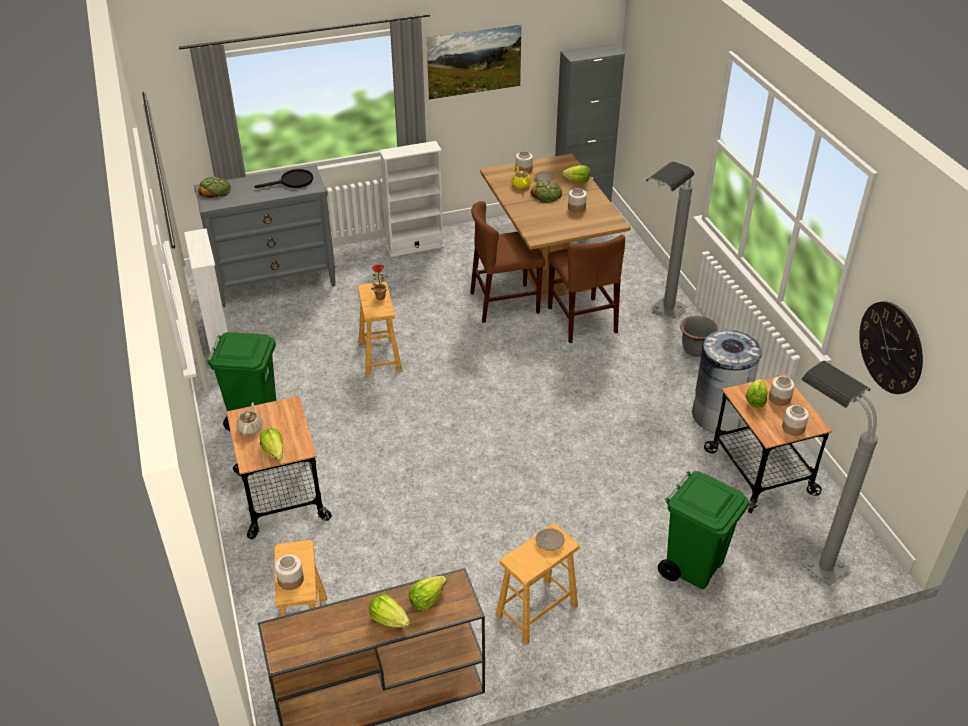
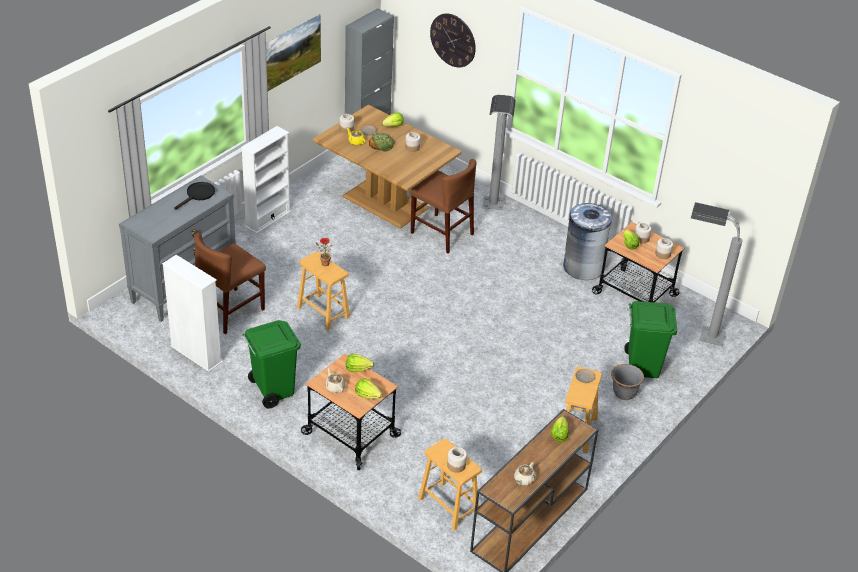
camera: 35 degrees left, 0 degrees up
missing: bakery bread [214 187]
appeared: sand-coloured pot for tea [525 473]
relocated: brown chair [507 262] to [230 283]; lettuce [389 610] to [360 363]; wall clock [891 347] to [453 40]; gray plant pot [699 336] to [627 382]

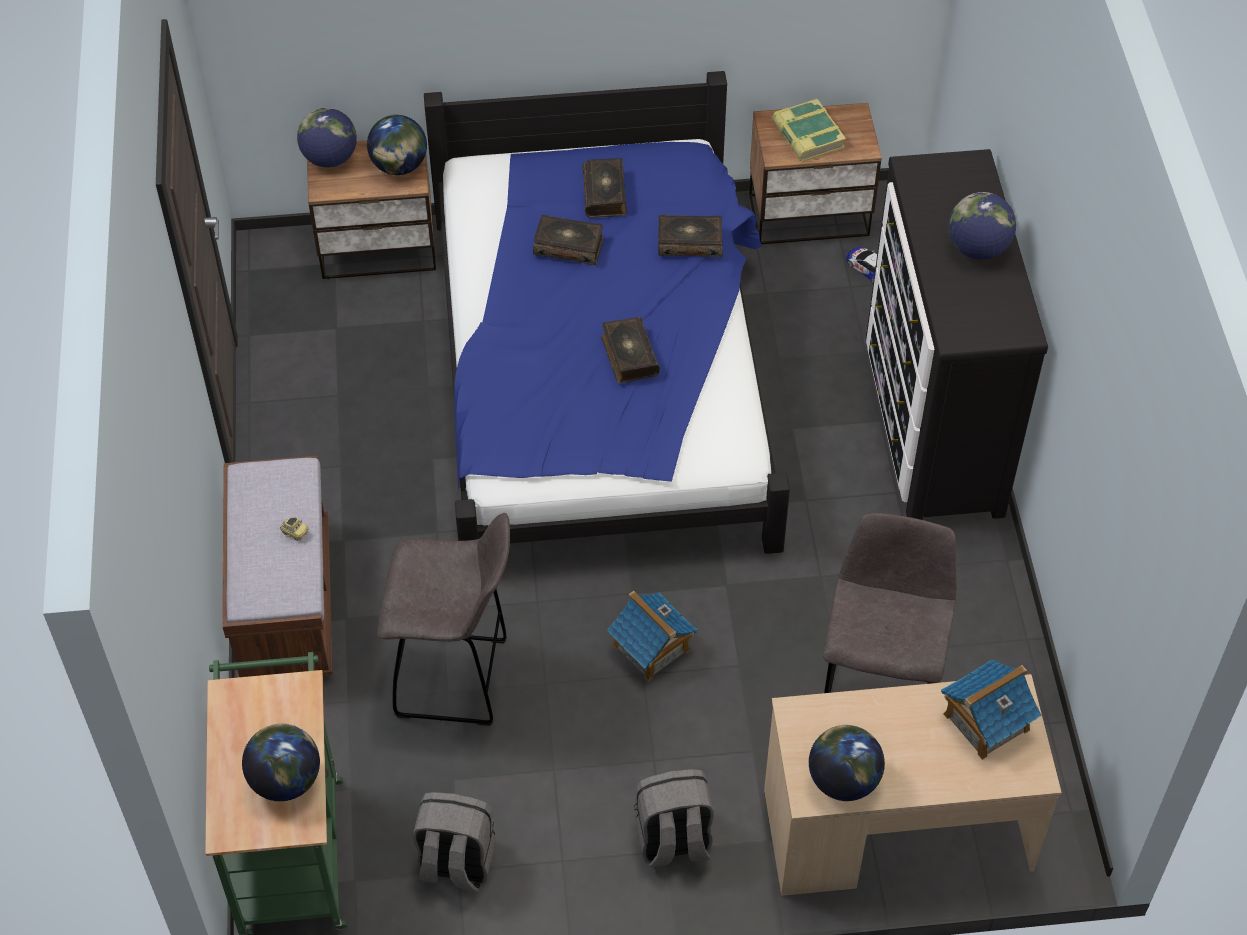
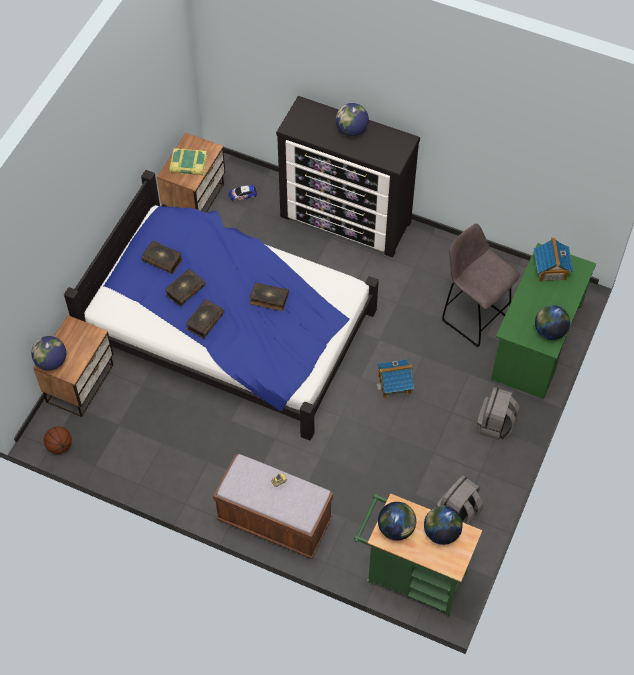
camera: 60 degrees left, 5 degrees up
missing: gray stool [443 619]
appeared: basketball [58 440]
relocated: book [690 236] to [205 318]; desk globe [397 145] to [397 521]
colour: sand-coloured desk [913 785] to greenish desk [543 321]

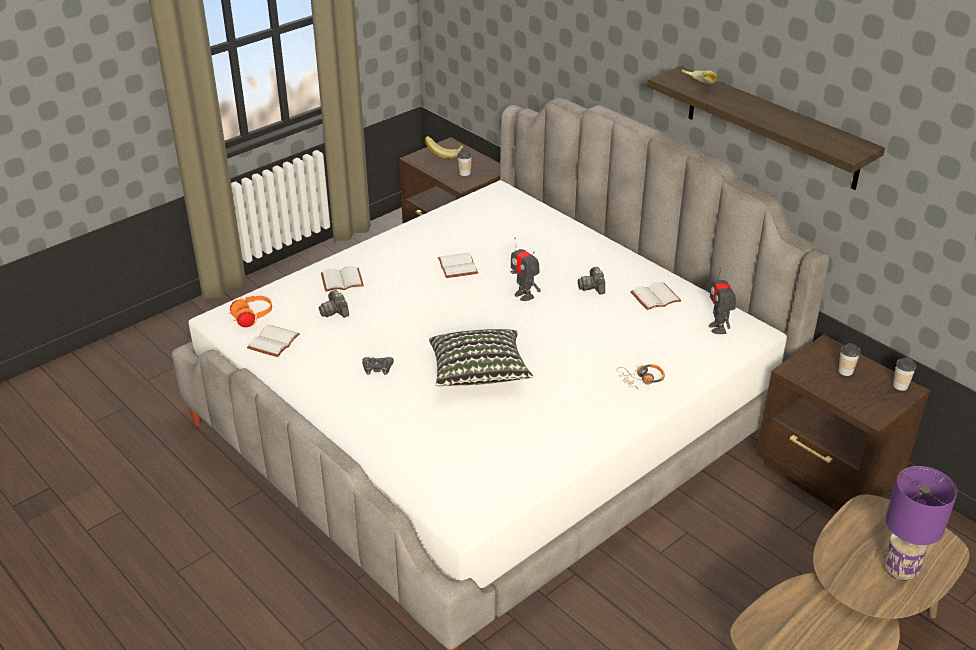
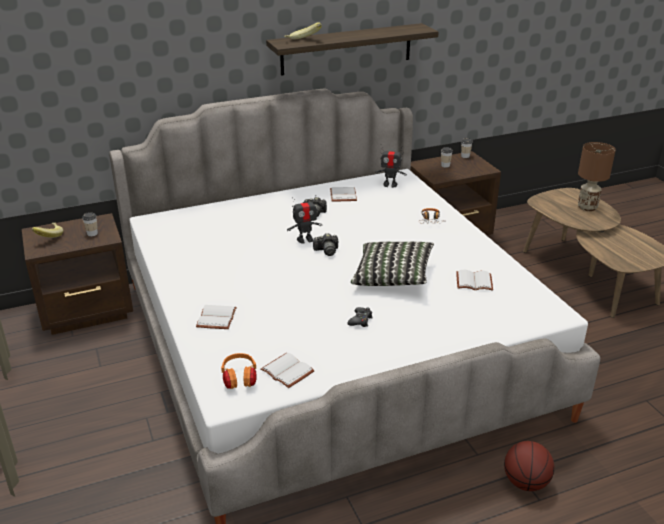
camera: 70 degrees left, 5 degrees down
appeared: basketball [529 466]
relocated: still camera [334 304] to [325 244]; white-coloured book [458 265] to [474 280]
colour: purple table lamp [920 523] to brown table lamp [597 176]

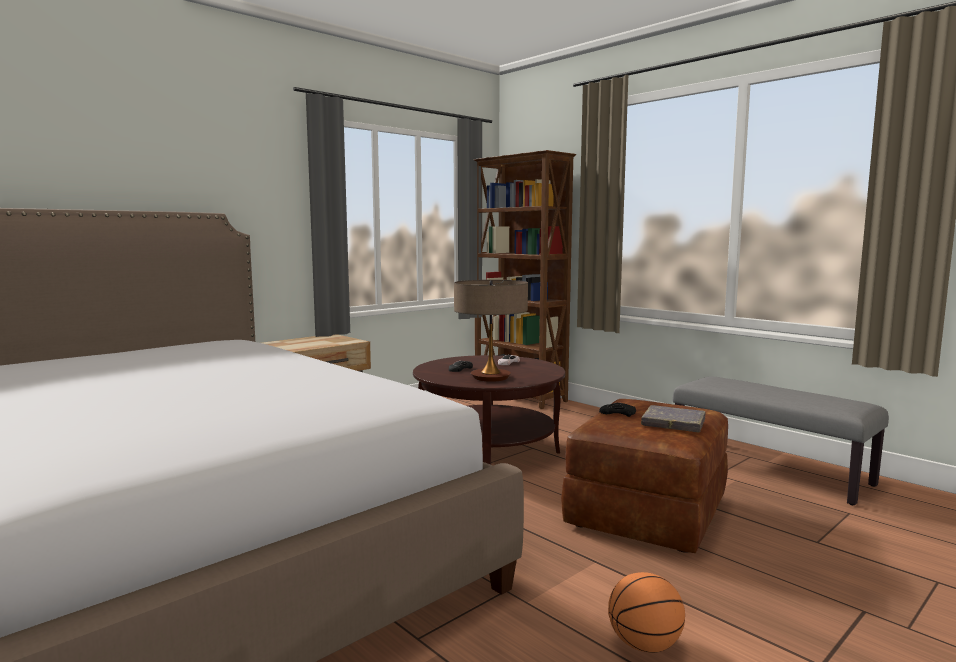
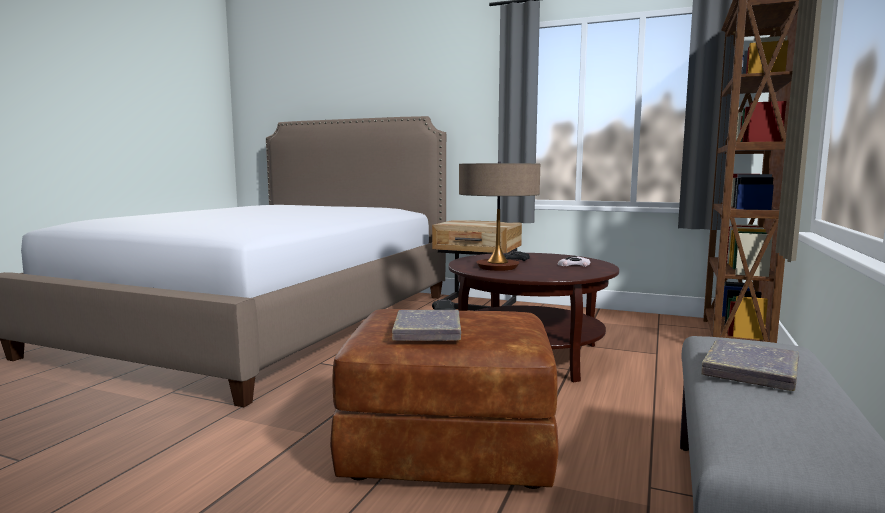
camera: 65 degrees right, 0 degrees up
missing: basketball [646 612]
appeared: gray book [750 365]

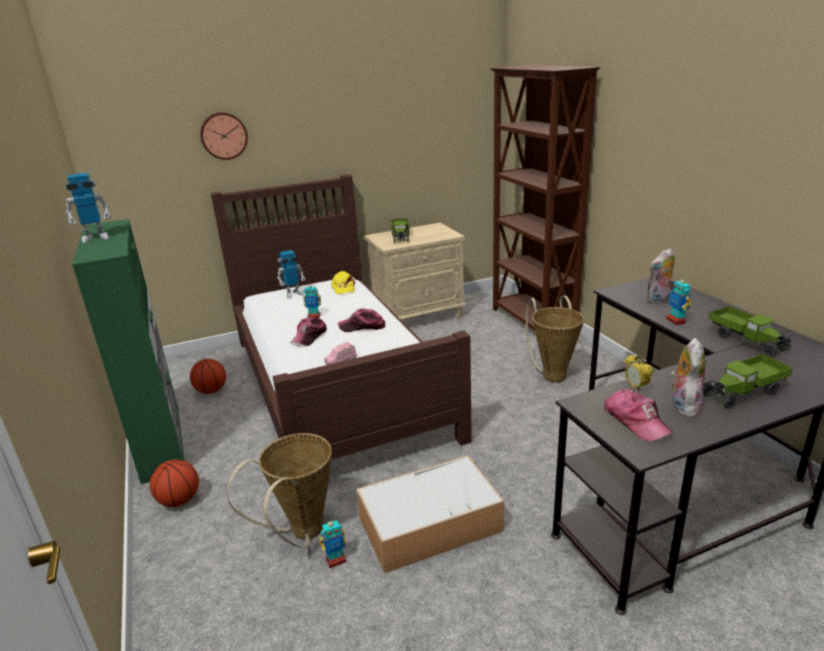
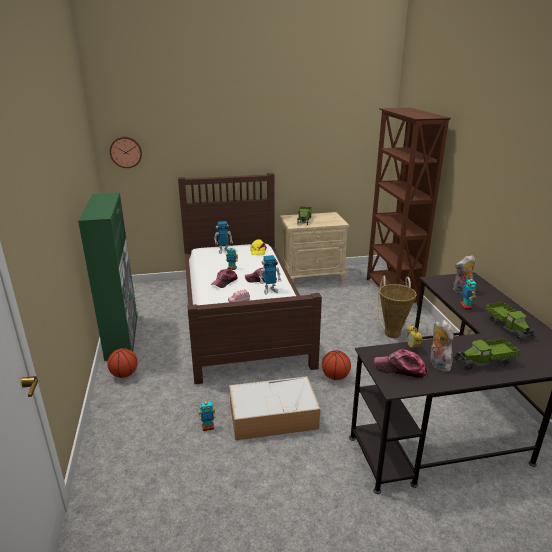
camera: 10 degrees right, 0 degrees up
missing: household basket [279 490]
relocated: wall clock [224 136] to [126 152]; model robot [88 208] to [270 275]; basketball [208 376] to [336 365]
spun: baseball cap [639 415] = [400 363] 120 degrees clockwise; cuddly toy [688 377] = [442 346] 45 degrees counterclockwise

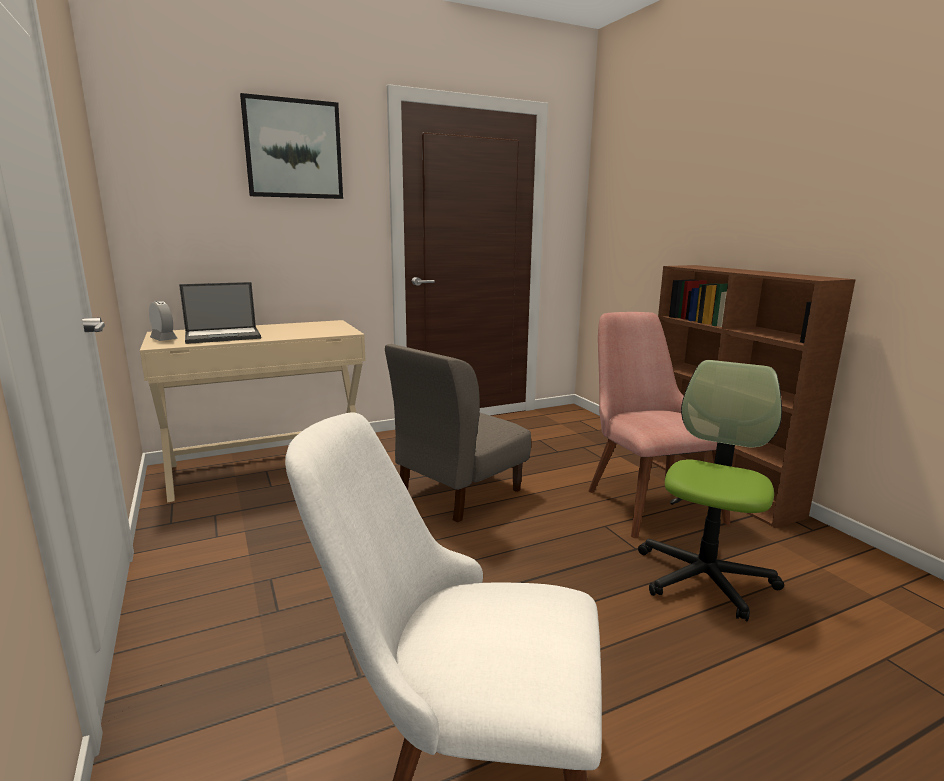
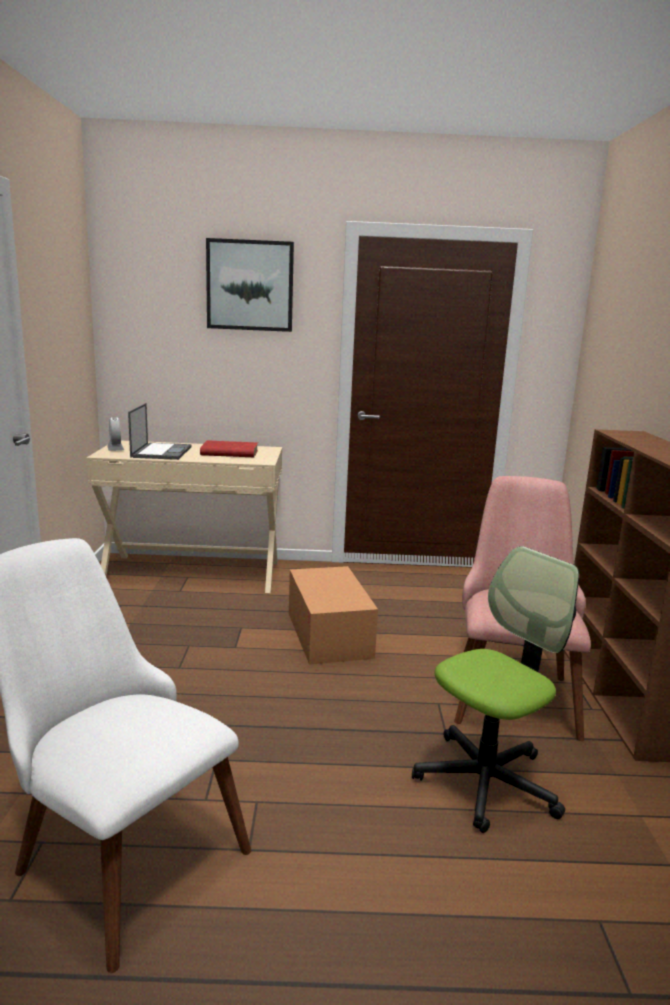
camera: 25 degrees right, 0 degrees up
appeared: red-coloured book [229 448]
exchanged: gray chair [458 433] to carton [333 615]
spun: laptop [220 313] = [160 431] 90 degrees counterclockwise

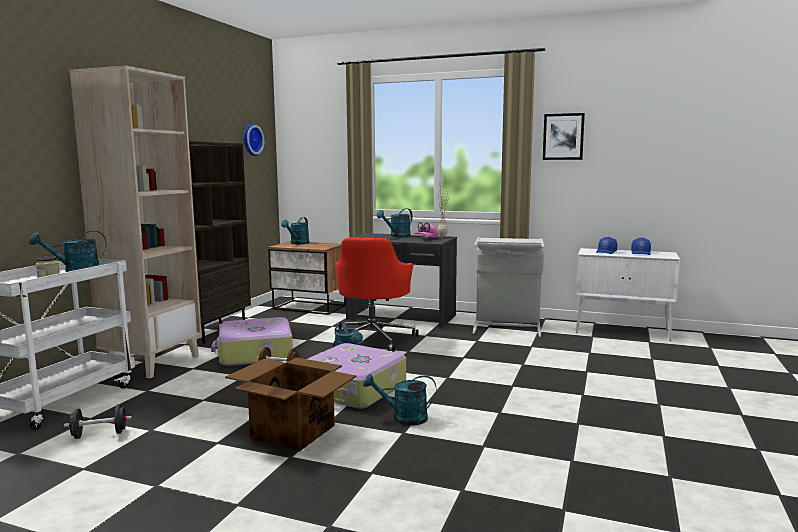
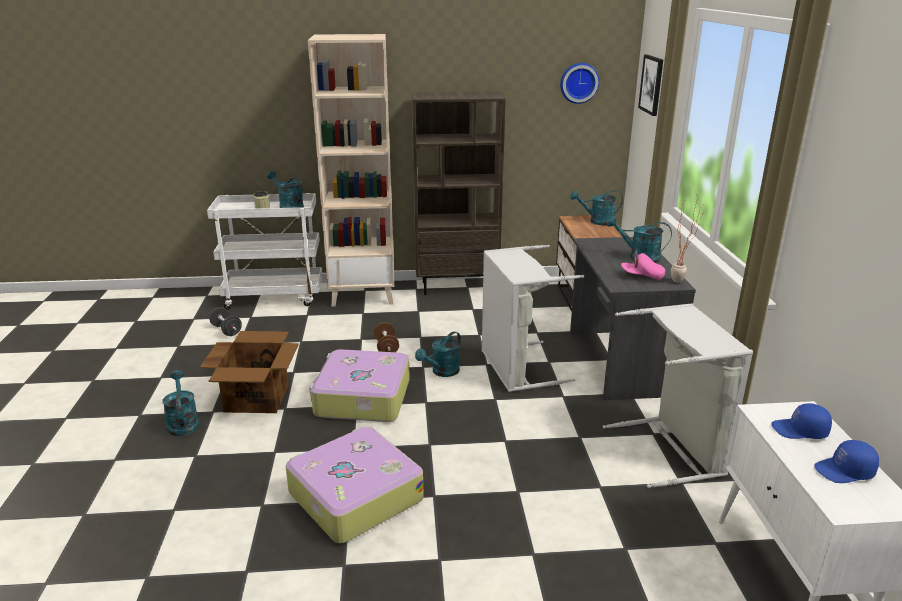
camera: 65 degrees right, 15 degrees up
relocated: turquoise-coloured sprinkling can [399 400] to [181 403]; suitcase [252 341] to [355 485]; wall picture [564 136] to [650 85]
exchanged: red-coloured desk chair [376 295] to gray hamper [533 318]

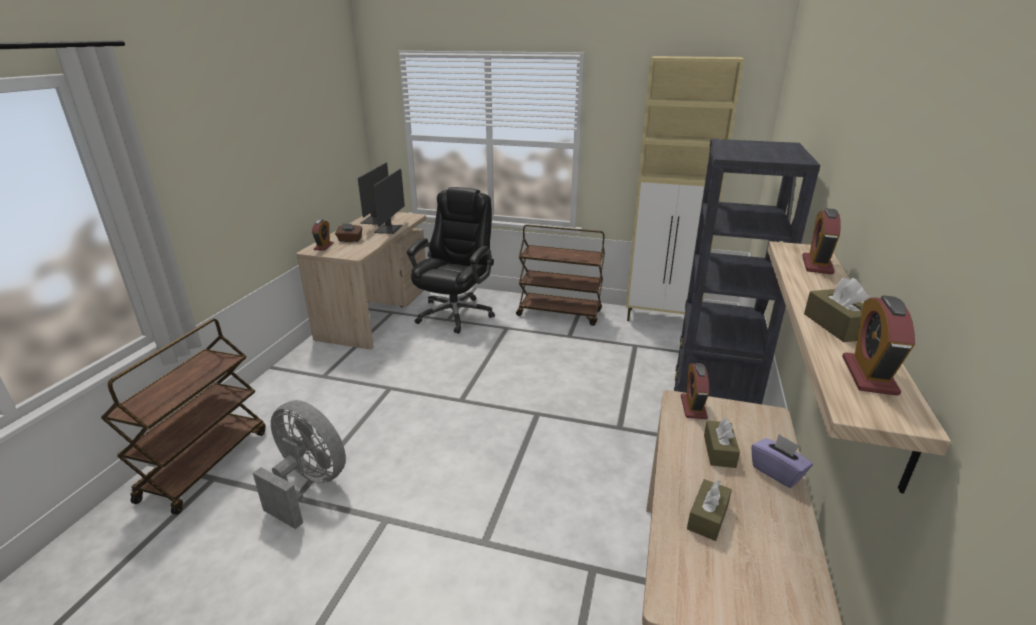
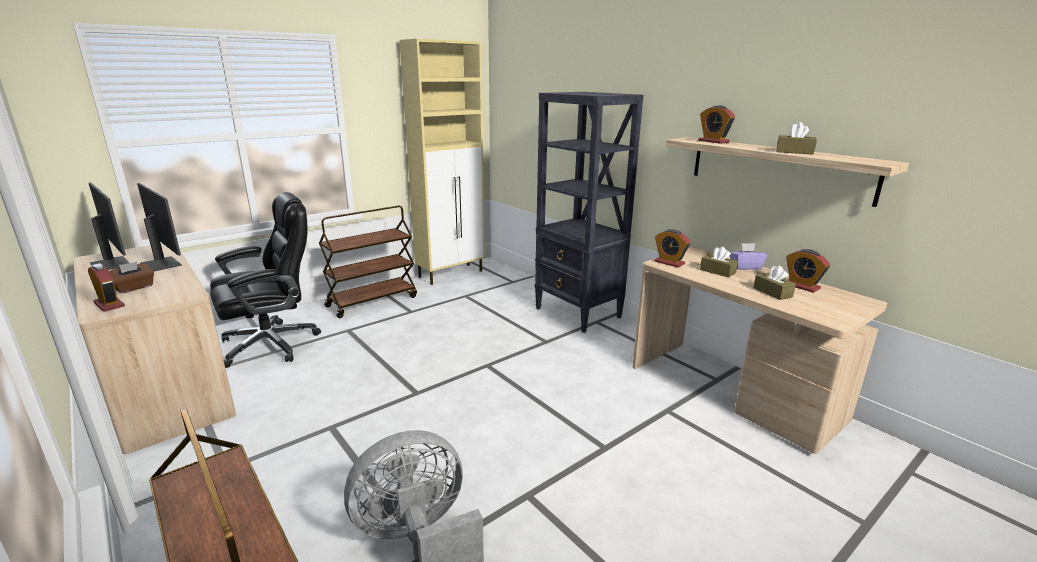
camera: 55 degrees left, 5 degrees down
relocated: alarm clock [878 345] to [808 271]
spun: black-coloured desk chair [451 260] = [265 280] 90 degrees clockwise

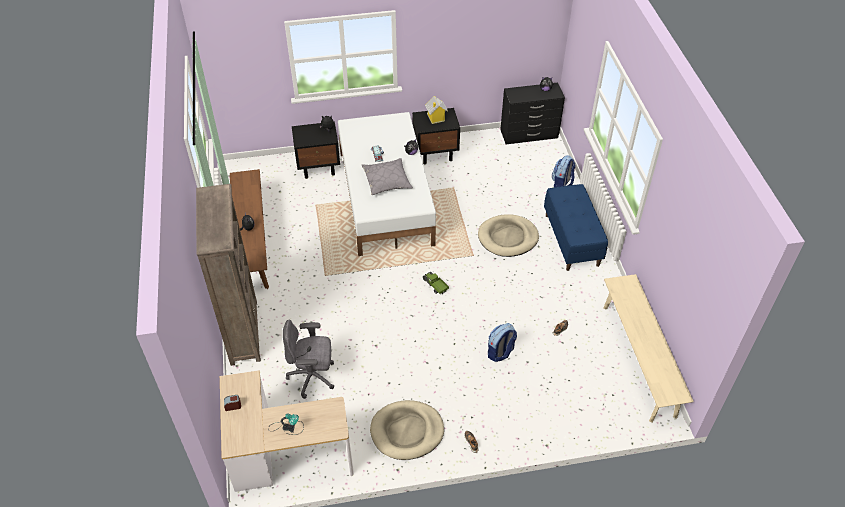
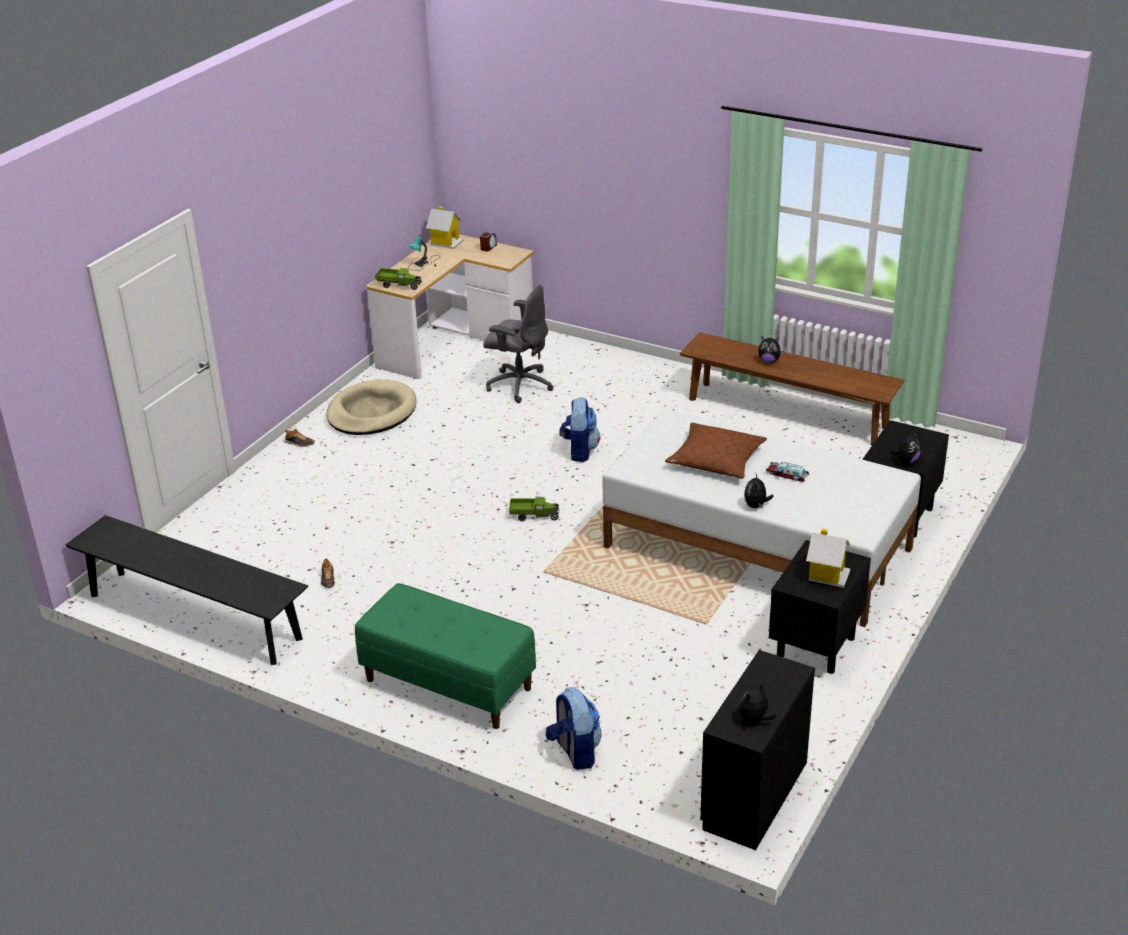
camera: 130 degrees right, 15 degrees down
missing: brown bookshelf [228 275]; sand-coloured dog bed [508 235]
appeared: toy truck [398 279]; model house [445 228]
relocated: knapsack [502 342] to [579 430]
colour: sand-coloured indoor bench [648 348] to black-coloured indoor bench [186 590]; blue-coloured indoor bench [576 227] to greenish indoor bench [445 656]; gray pillow [387 176] to brown pillow [716 451]
spun: gray desk chair [308 359] = [518 344] 75 degrees clockwise

